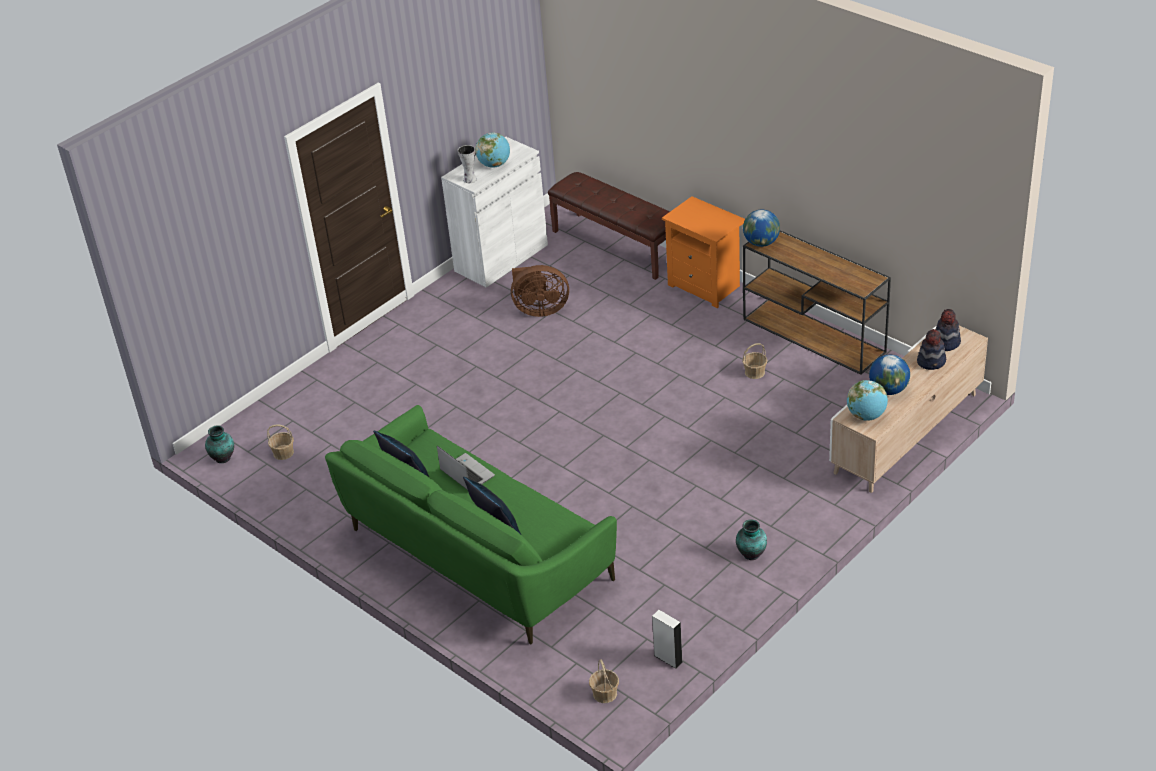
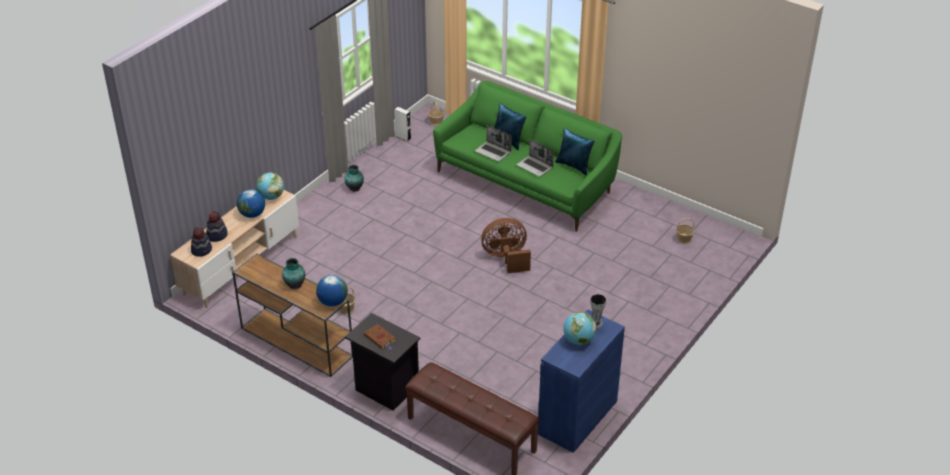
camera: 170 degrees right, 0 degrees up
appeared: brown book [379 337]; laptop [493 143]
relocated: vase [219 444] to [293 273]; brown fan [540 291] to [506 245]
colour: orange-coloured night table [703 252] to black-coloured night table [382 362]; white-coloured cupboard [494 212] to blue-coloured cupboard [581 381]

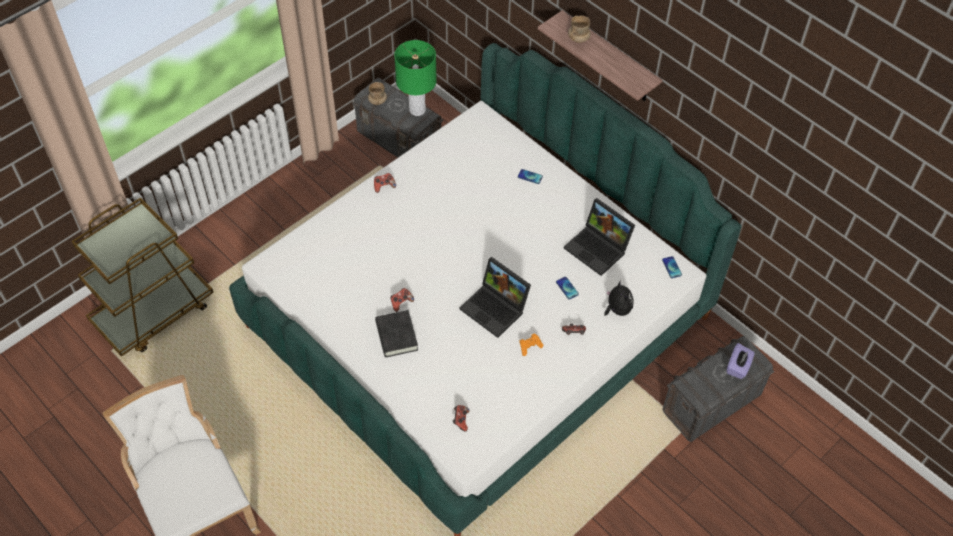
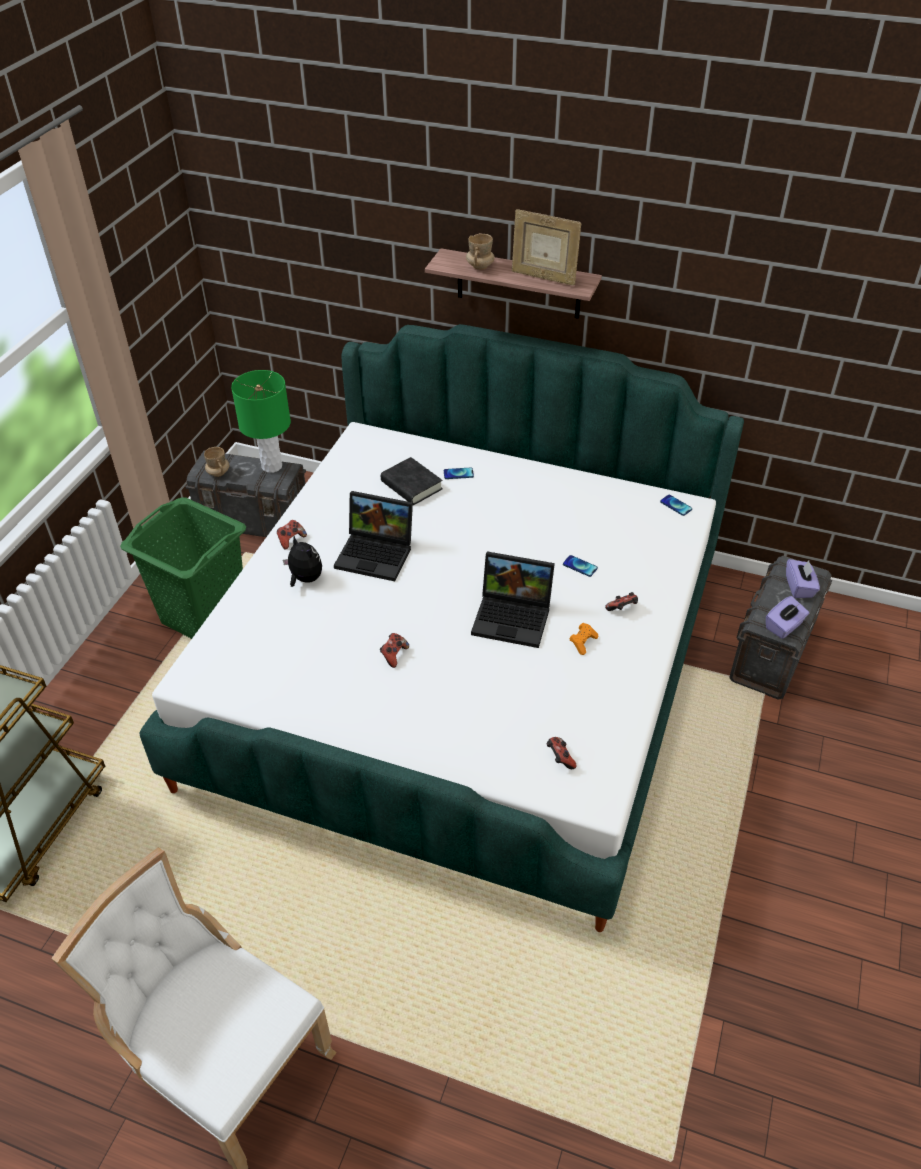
camera: 25 degrees left, 10 degrees down
appeared: greenish hamper [183 568]; picture frame [546 247]; purple tissue holder [787 617]
relocated: cuddly toy [618 298] to [302 561]; laptop [599 237] to [373 536]; black-coloured book [396 333] to [412 481]

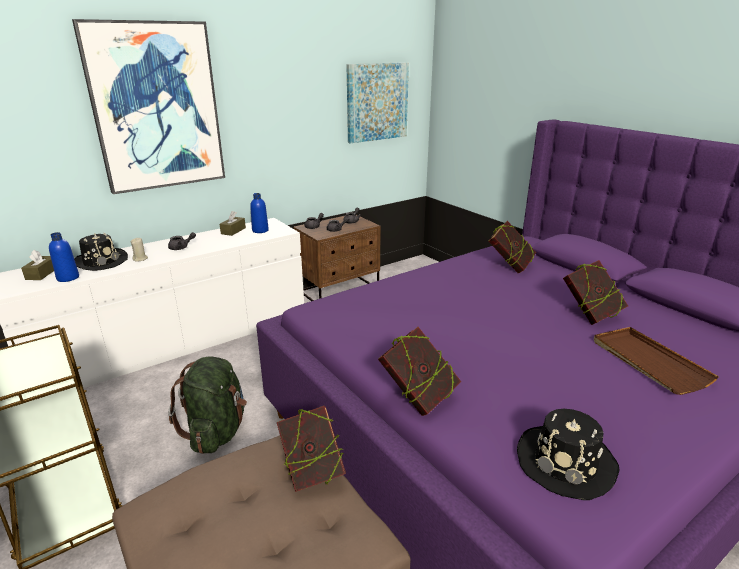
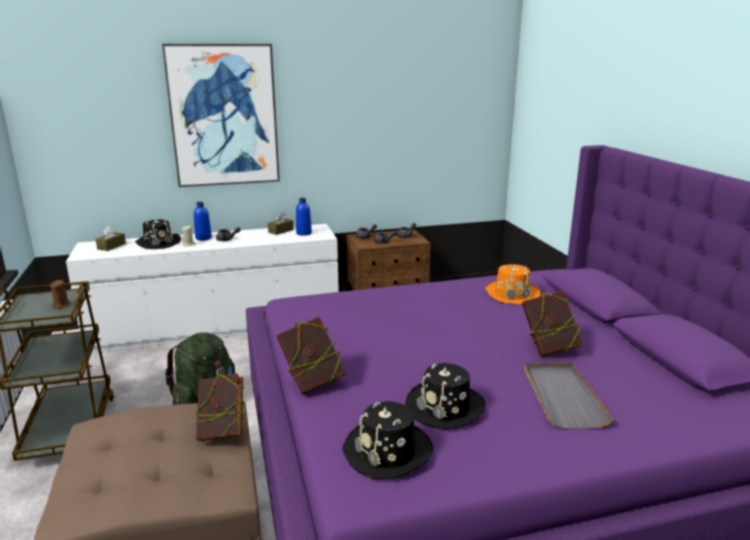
camera: 20 degrees right, 5 degrees down
missing: wall picture [377 102]
appeared: brown wax light [60 294]; black-coloured clothing hat [445 396]
relocated: blue-coloured beverage bottle [64 257] to [203 221]
exchanged: book [512 247] to orange-coloured clothing hat [513 284]
colour: brown serving tray [656 361] to gray serving tray [569 396]

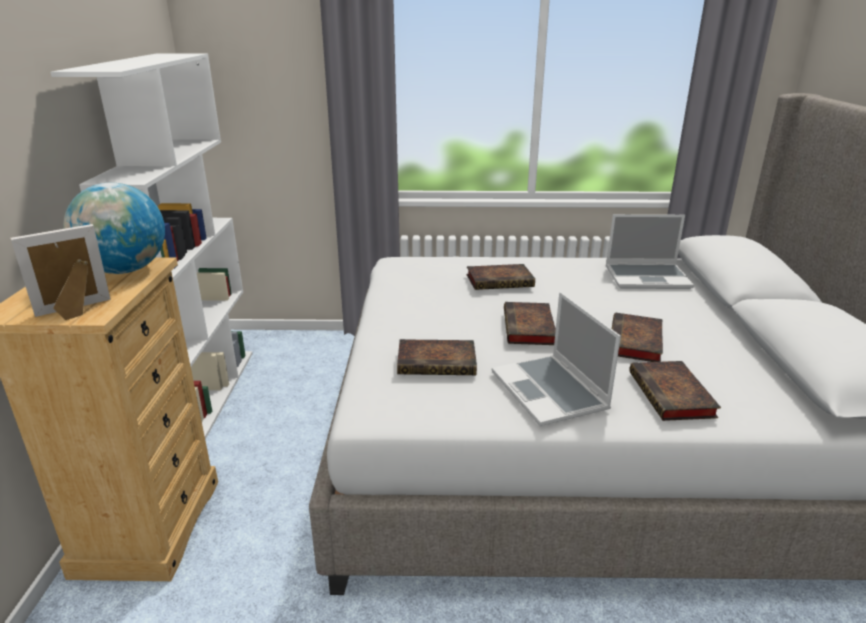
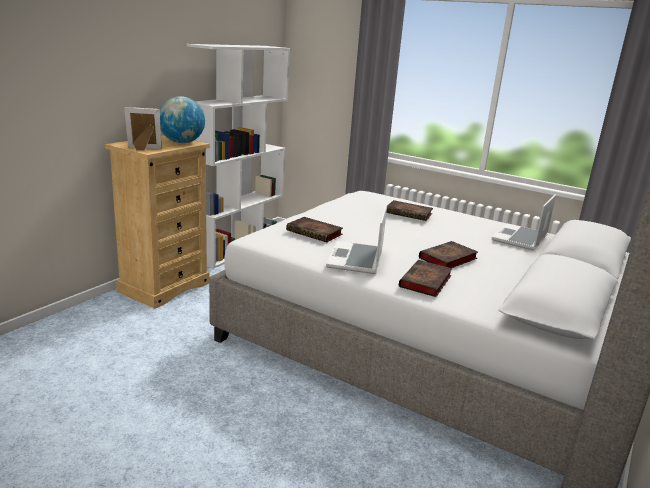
camera: 30 degrees right, 5 degrees down
missing: book [530 323]
spun: laptop [650 251] = [524 222] 90 degrees clockwise

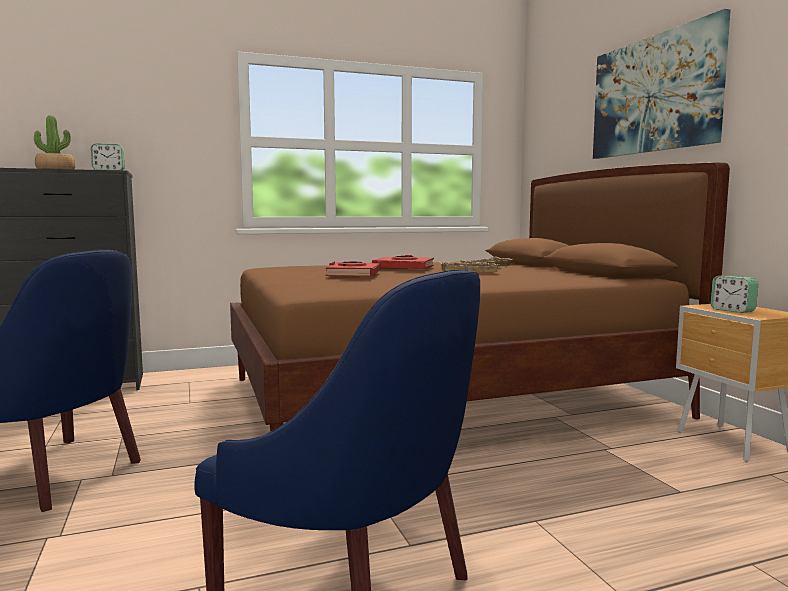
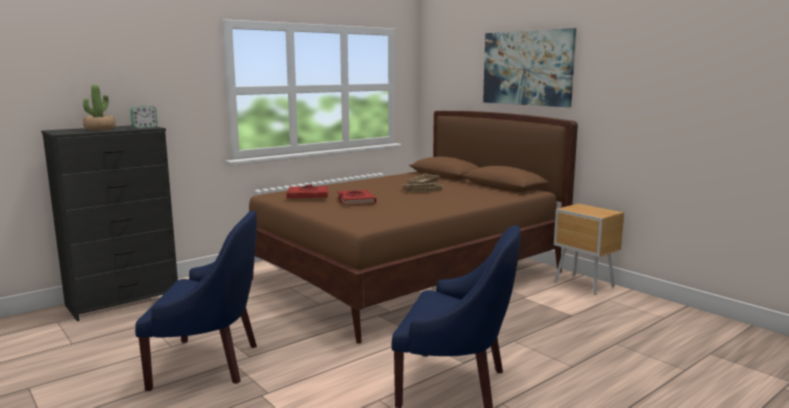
camera: 20 degrees left, 5 degrees up
missing: alarm clock [734 294]
relocated: red-coloured book [403 262] to [307 191]

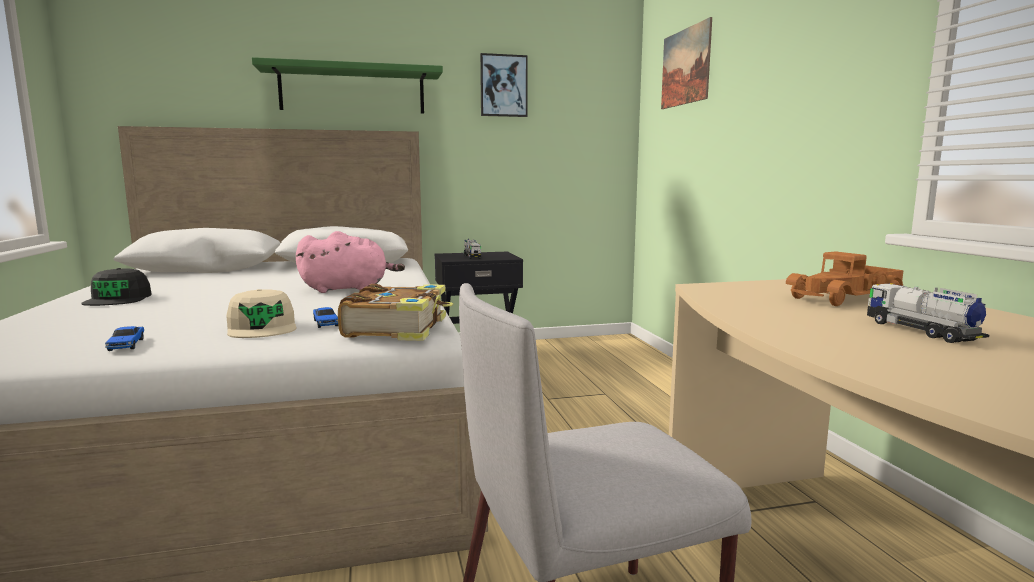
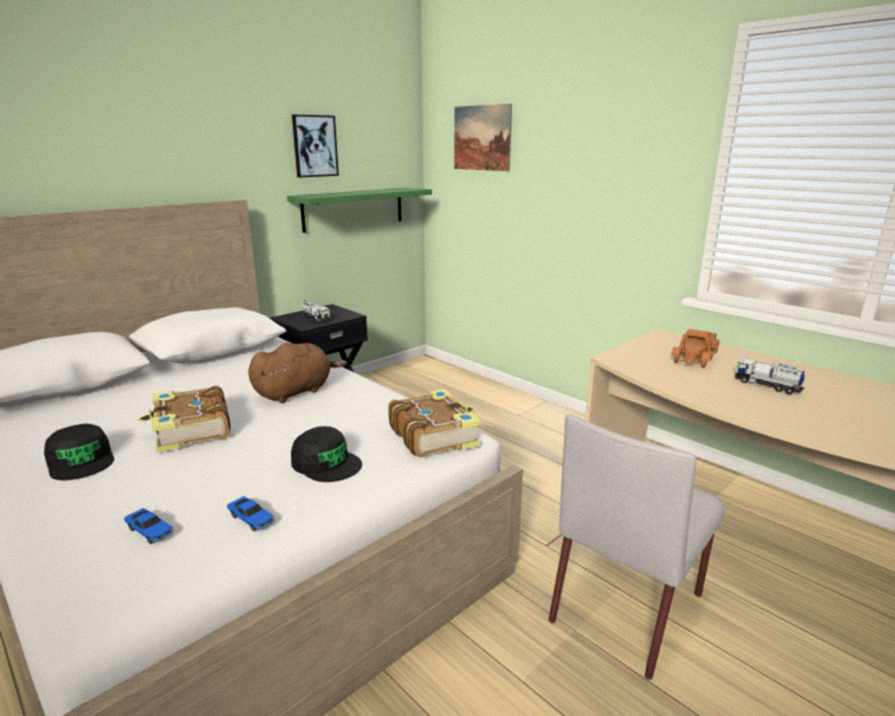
camera: 30 degrees left, 10 degrees up
appeared: book [184 419]
relocated: toy car [325 317] to [149 526]; greenish bracket shelf [347 85] to [359 210]
colour: pinkish cuddly toy [350 262] to brown cuddly toy [297 372]; sand-coloured baseball cap [261 313] to black-coloured baseball cap [326 454]

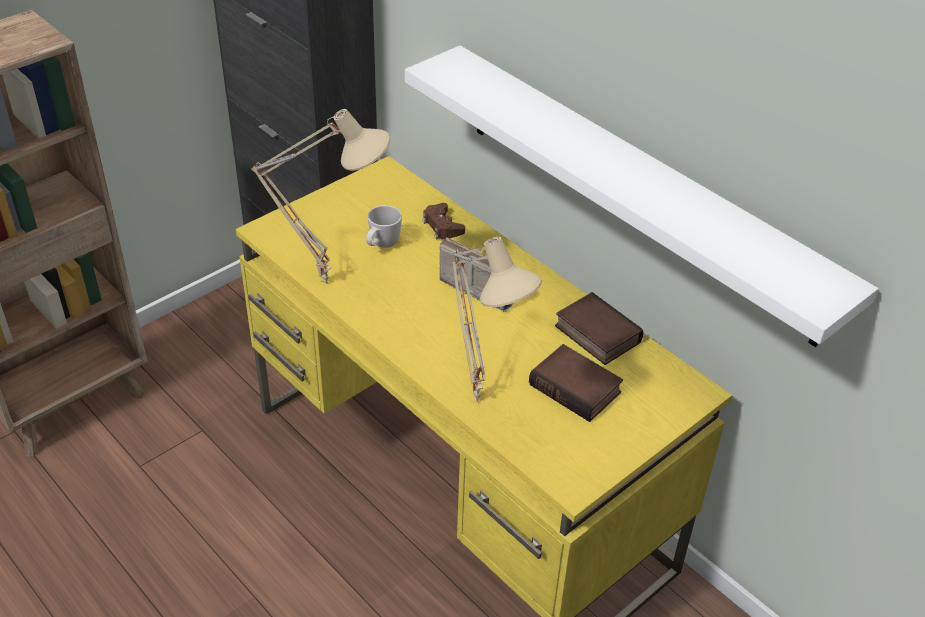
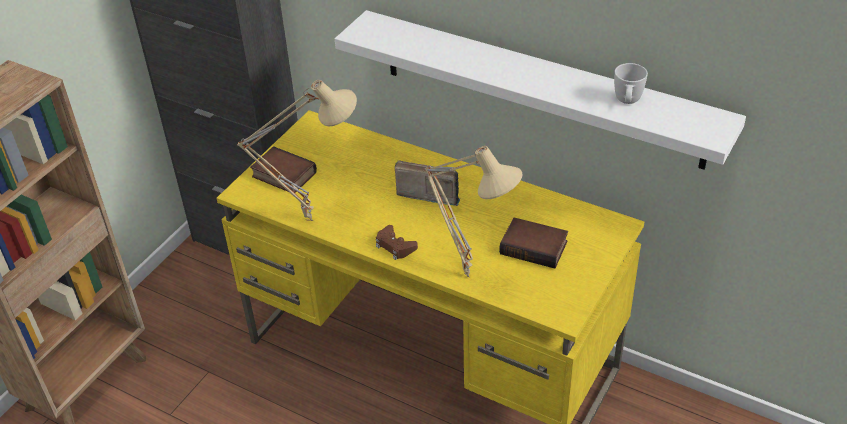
camera: 15 degrees left, 0 degrees up
relocated: book [599 328] to [283 169]; brown gamepad [443 221] to [397 242]; white-coloured mug [384 226] to [631 83]

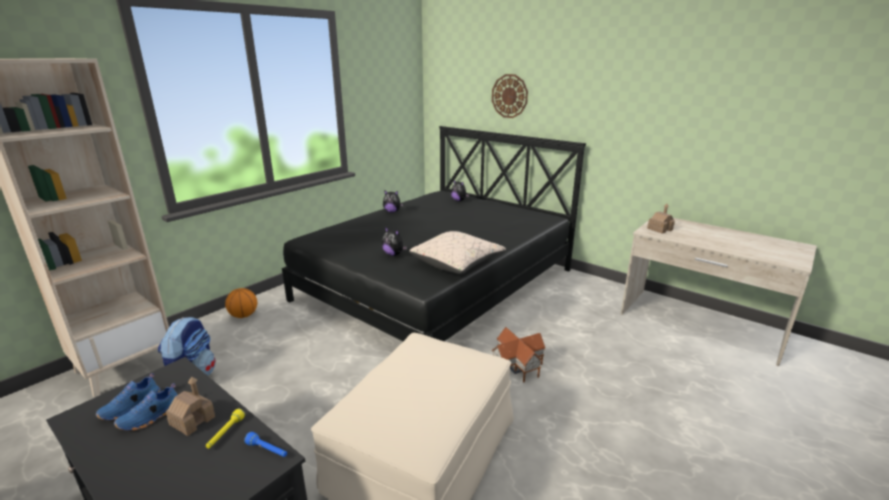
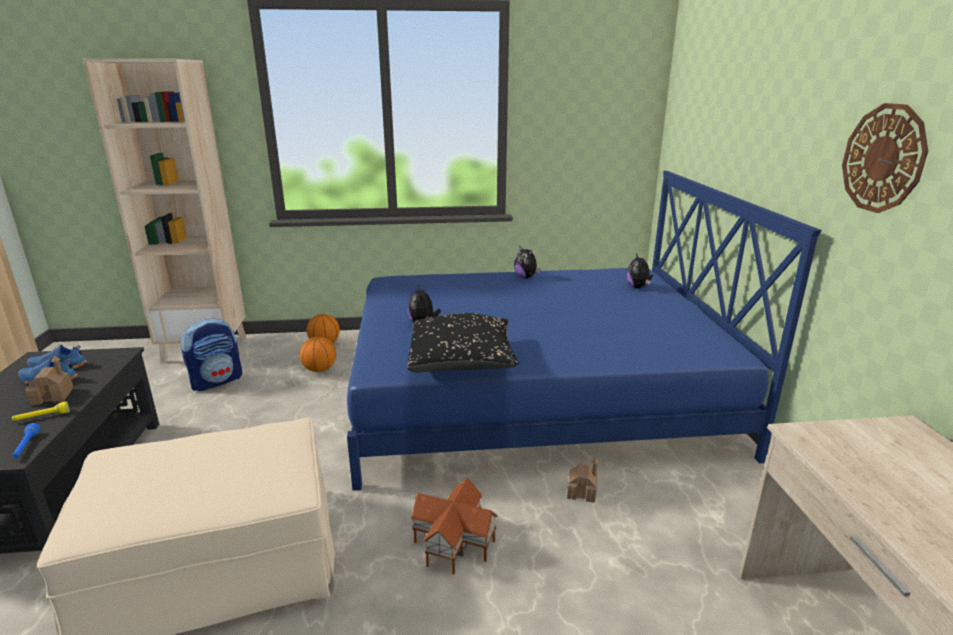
camera: 45 degrees right, 0 degrees up
appeared: basketball [318 354]
relocated: model house [661 219] to [583 480]; wall clock [510 96] to [885 158]
colour: black-coloured bed [434 233] to blue-coloured bed [584 331]; sand-coloured pillow [457 252] to black-coloured pillow [463 342]

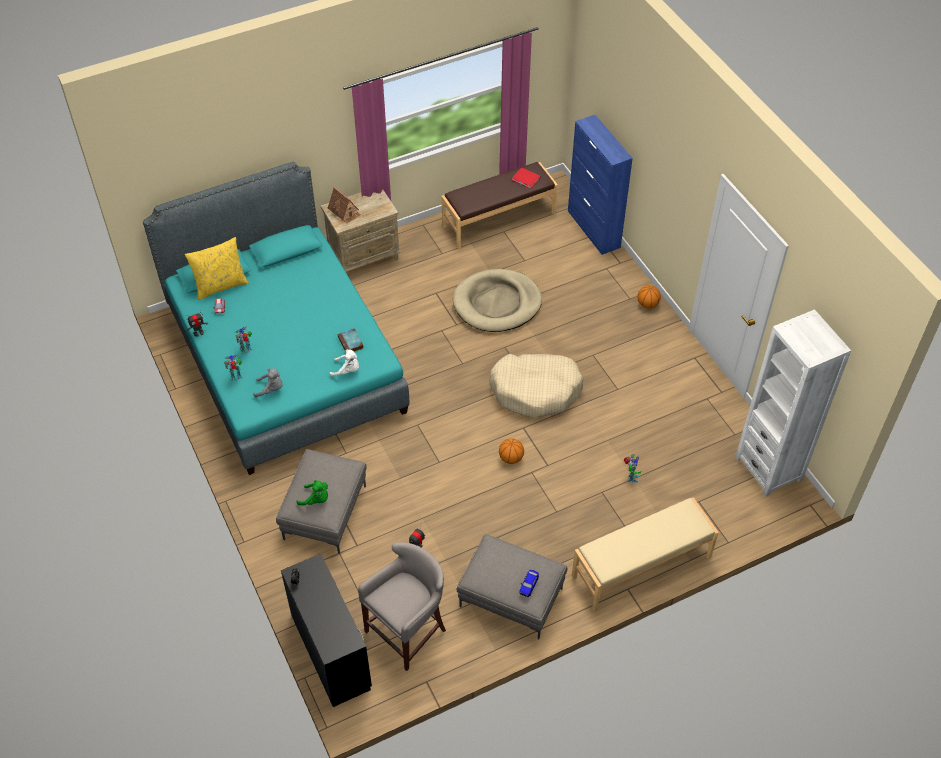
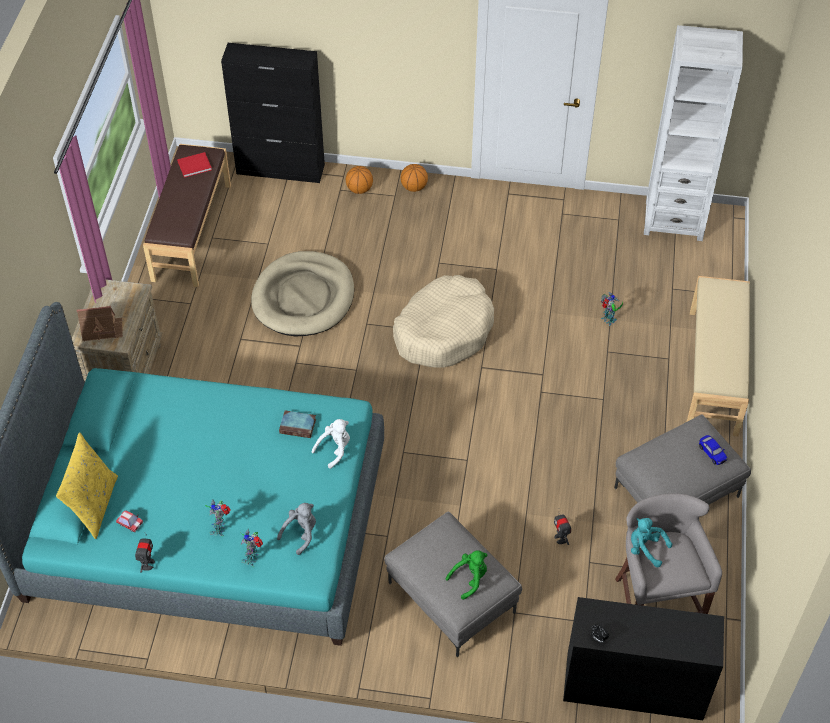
camera: 55 degrees left, 0 degrees up
appeared: turquoise-coloured cuddly toy [651 542]
relocated: basketball [511 451] to [359 180]
colour: blue-coloured cupboard [600 185] to black-coloured cupboard [273 113]

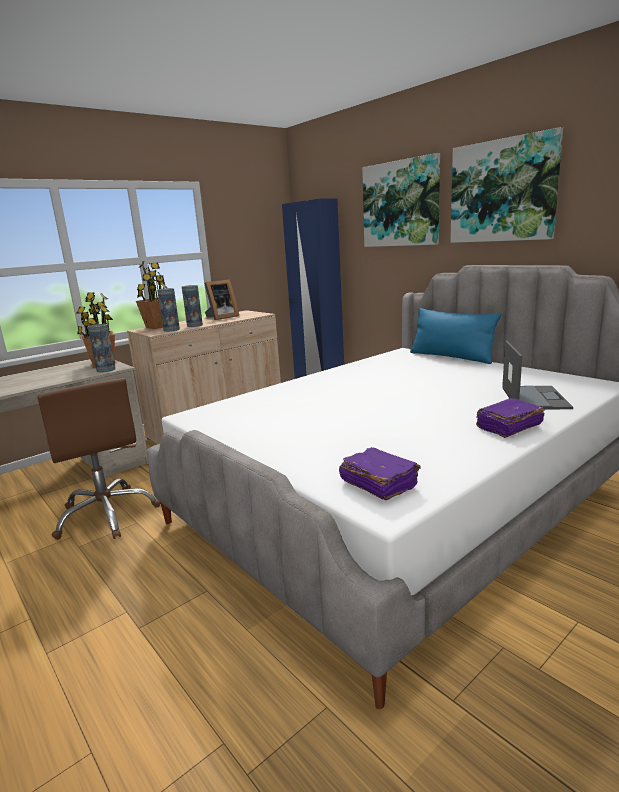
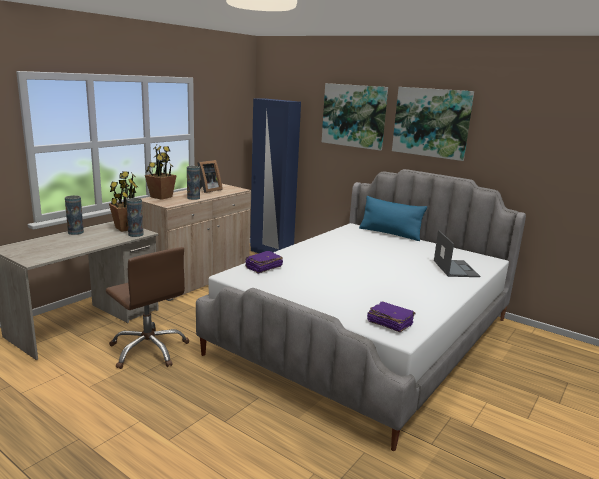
camera: 15 degrees left, 0 degrees up
relocated: vase [168 310] to [74 215]; purple book [510 418] to [264 262]

